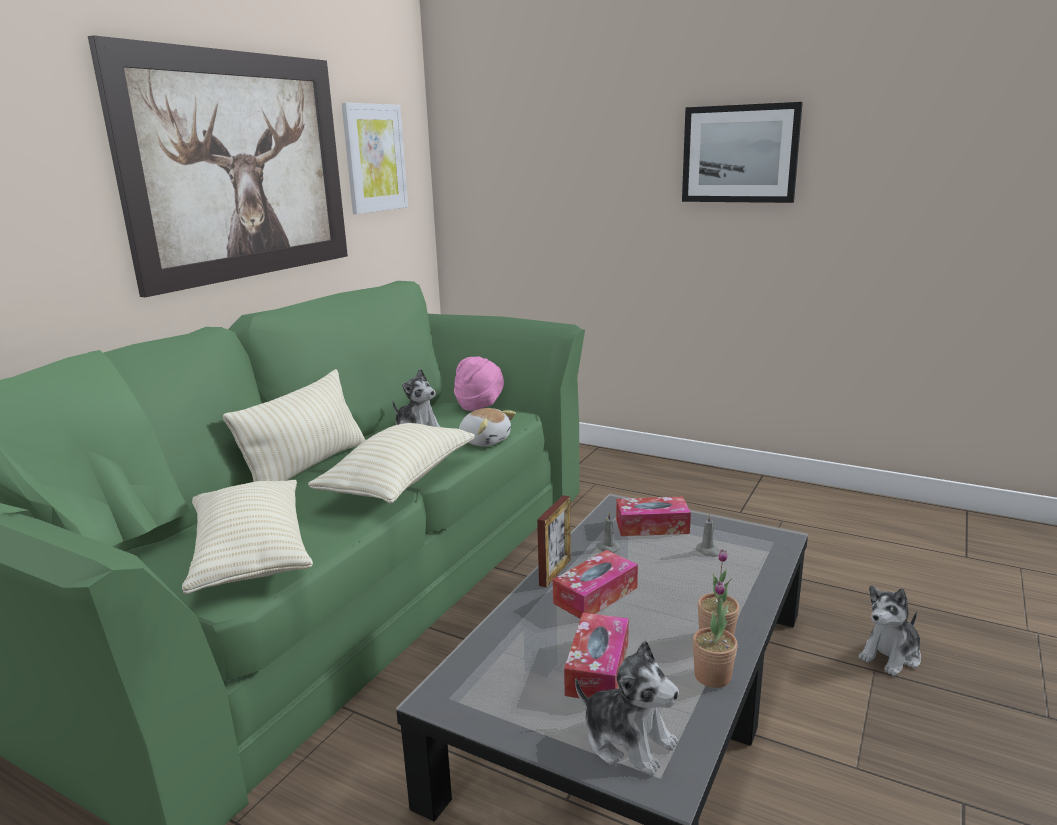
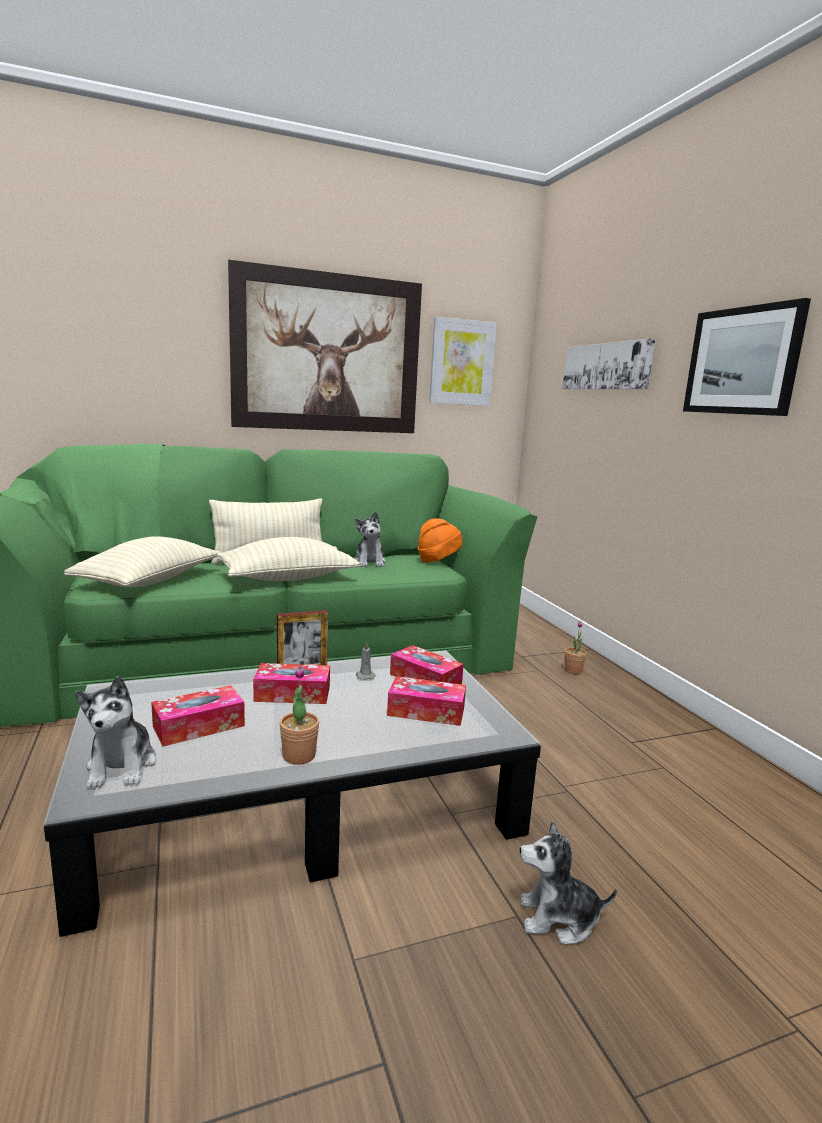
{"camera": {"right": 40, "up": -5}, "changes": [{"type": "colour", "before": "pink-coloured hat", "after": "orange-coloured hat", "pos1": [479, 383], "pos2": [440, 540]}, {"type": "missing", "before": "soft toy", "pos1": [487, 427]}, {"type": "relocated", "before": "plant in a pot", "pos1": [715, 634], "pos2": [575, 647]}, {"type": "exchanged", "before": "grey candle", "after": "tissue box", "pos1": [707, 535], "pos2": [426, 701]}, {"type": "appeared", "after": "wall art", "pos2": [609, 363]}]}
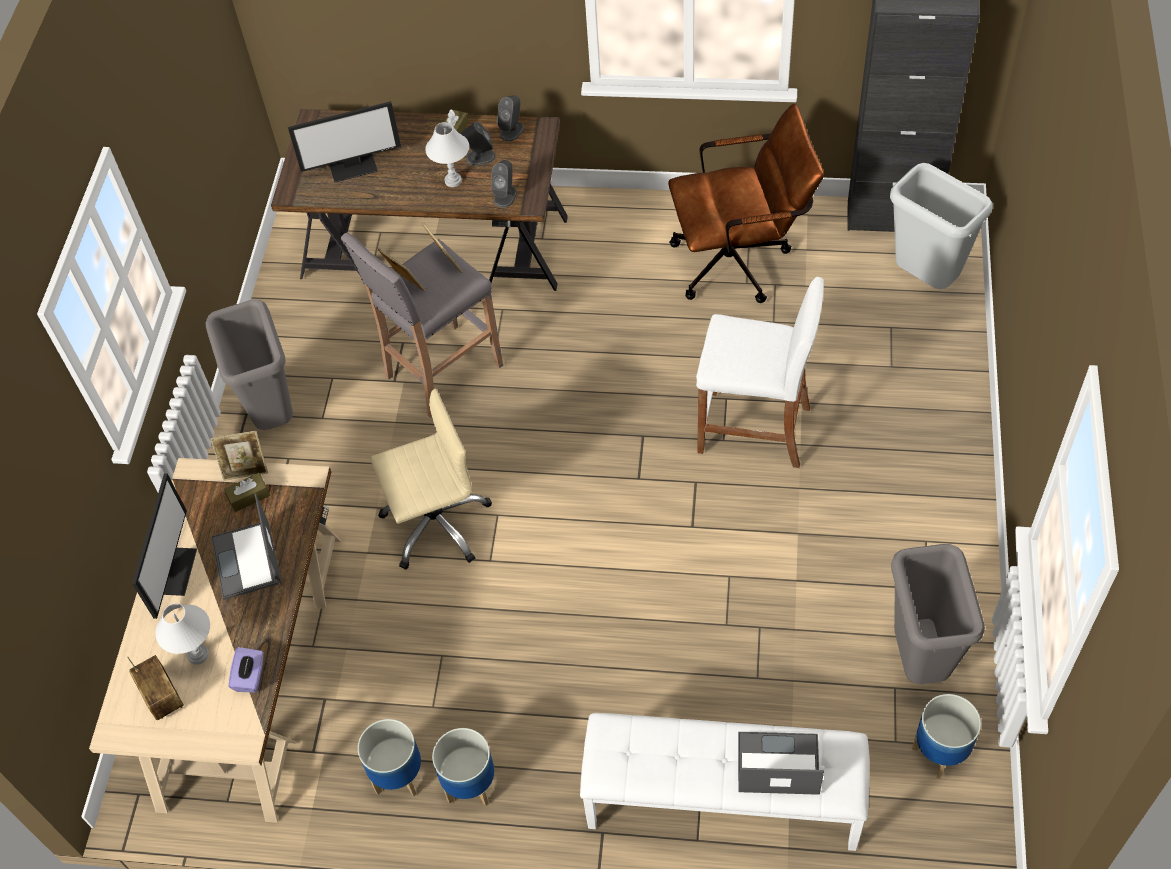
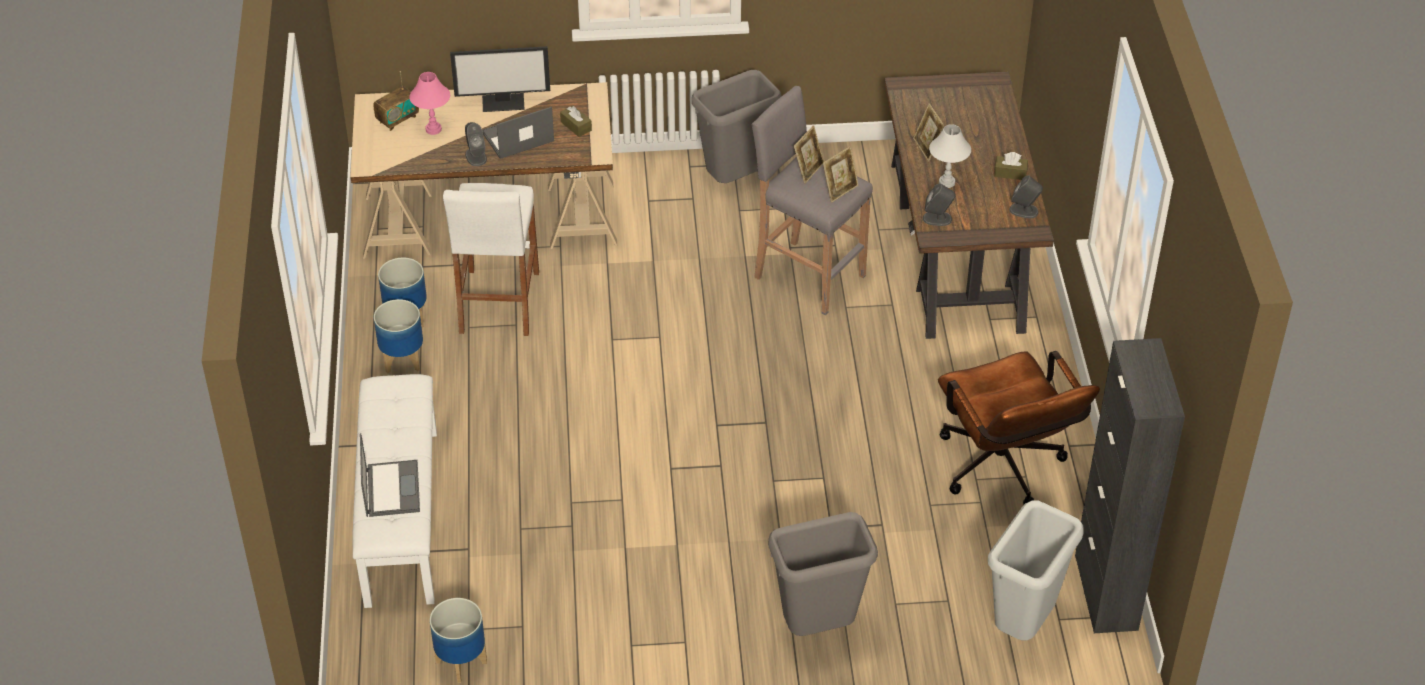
{"camera": {"right": 75, "up": -10}, "changes": [{"type": "colour", "before": "white-coloured tabletop lamp", "after": "pink-coloured tabletop lamp", "pos1": [182, 634], "pos2": [429, 103]}, {"type": "relocated", "before": "picture frame", "pos1": [239, 456], "pos2": [929, 132]}, {"type": "missing", "before": "purple tissue box", "pos1": [246, 670]}, {"type": "missing", "before": "computer display", "pos1": [344, 142]}, {"type": "missing", "before": "sand-coloured desk chair", "pos1": [431, 479]}, {"type": "relocated", "before": "grey audio speaker", "pos1": [478, 143], "pos2": [476, 144]}, {"type": "relocated", "before": "white-coloured sitting stool", "pos1": [760, 372], "pos2": [491, 259]}, {"type": "relocated", "before": "grey trash can", "pos1": [938, 614], "pos2": [823, 574]}]}
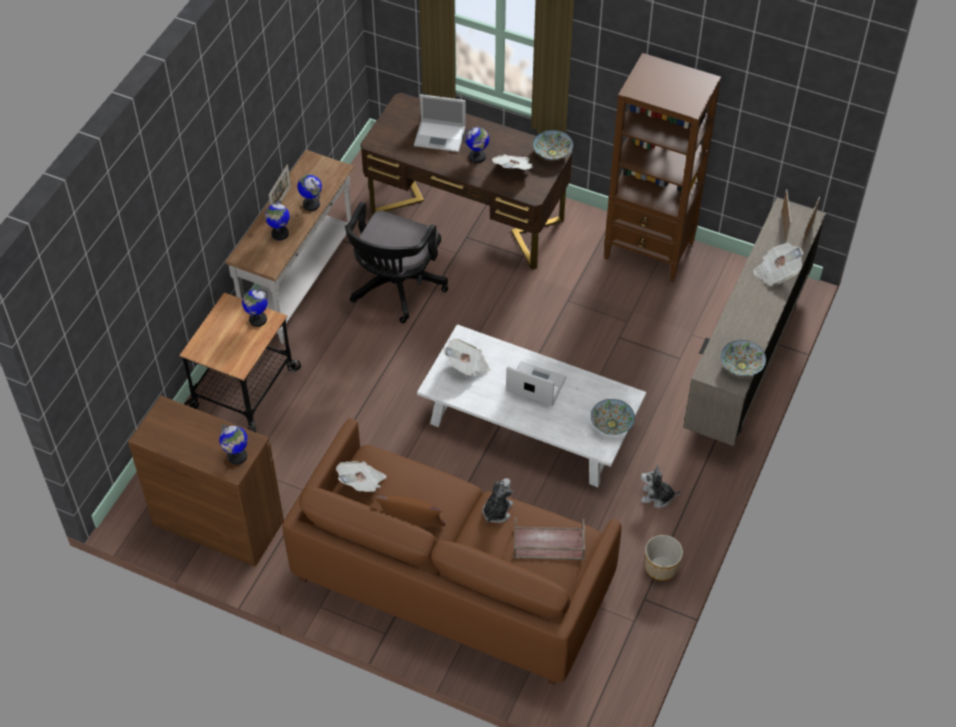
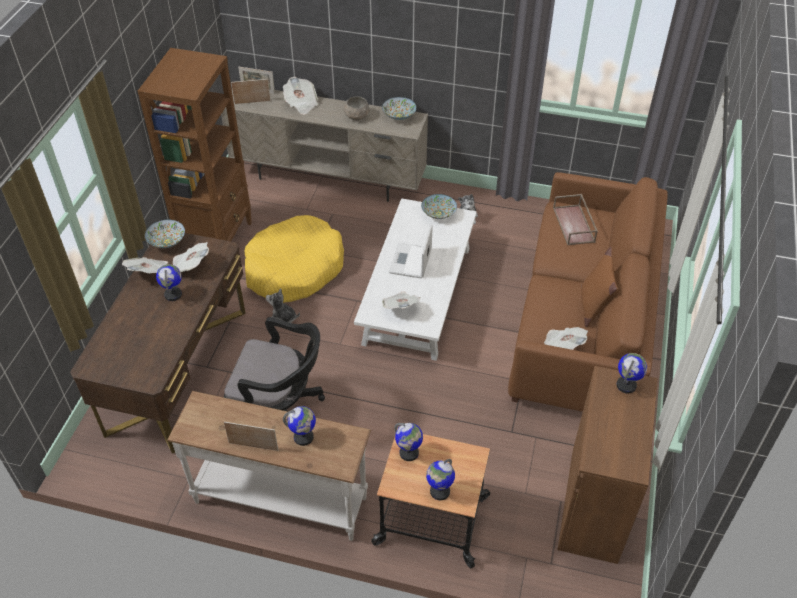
{"camera": {"right": -100, "up": -5}, "changes": [{"type": "relocated", "before": "globe", "pos1": [309, 192], "pos2": [440, 479]}, {"type": "missing", "before": "notebook computer", "pos1": [440, 123]}, {"type": "relocated", "before": "soft toy", "pos1": [498, 500], "pos2": [283, 305]}, {"type": "missing", "before": "planter", "pos1": [664, 558]}, {"type": "appeared", "after": "printed paper", "pos2": [145, 265]}, {"type": "appeared", "after": "yellow dog bed", "pos2": [294, 259]}, {"type": "appeared", "after": "grey deep dish", "pos2": [356, 108]}]}
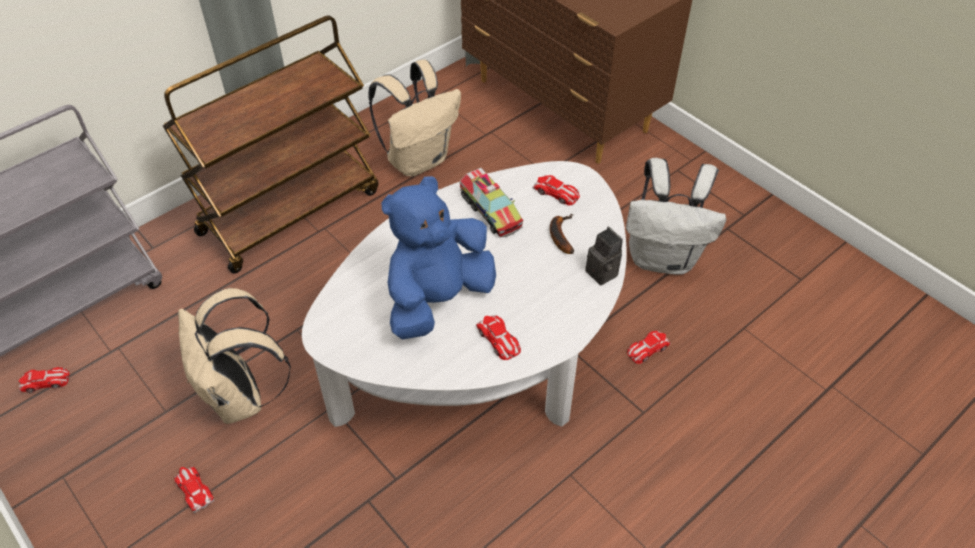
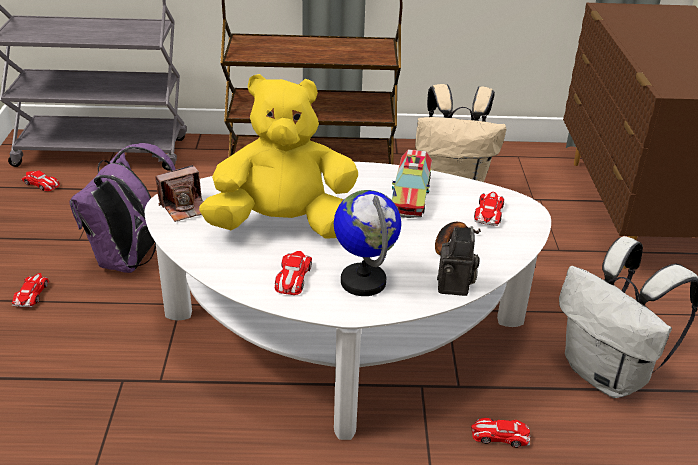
{"camera": {"right": 40, "up": -15}, "changes": [{"type": "colour", "before": "sand-coloured rucksack", "after": "purple rucksack", "pos1": [234, 356], "pos2": [122, 208]}, {"type": "colour", "before": "blue-coloured soft toy", "after": "yellow soft toy", "pos1": [438, 257], "pos2": [278, 156]}, {"type": "spun", "before": "toy car", "pos1": [556, 190], "pos2": [489, 209], "turn": -150}, {"type": "appeared", "after": "still camera", "pos2": [179, 193]}, {"type": "appeared", "after": "globe", "pos2": [367, 243]}]}
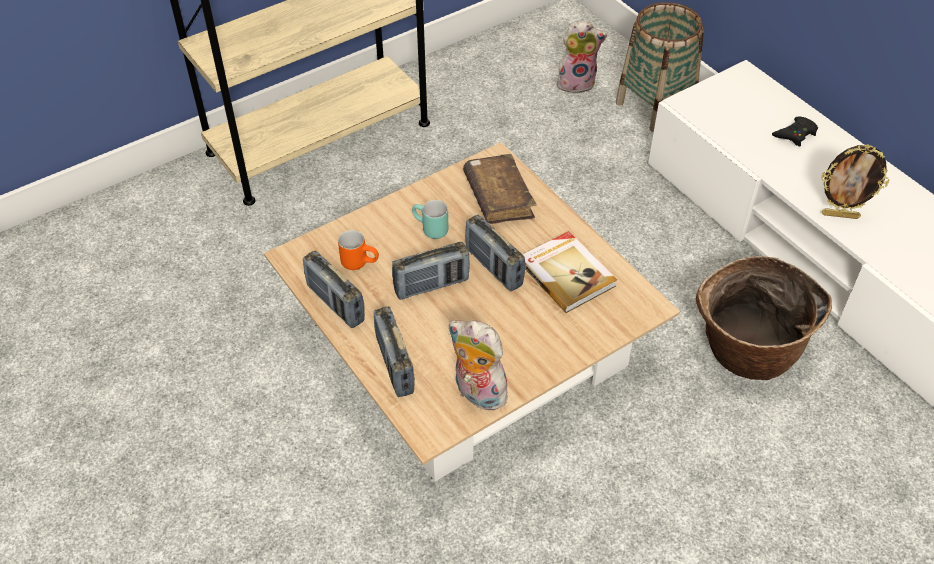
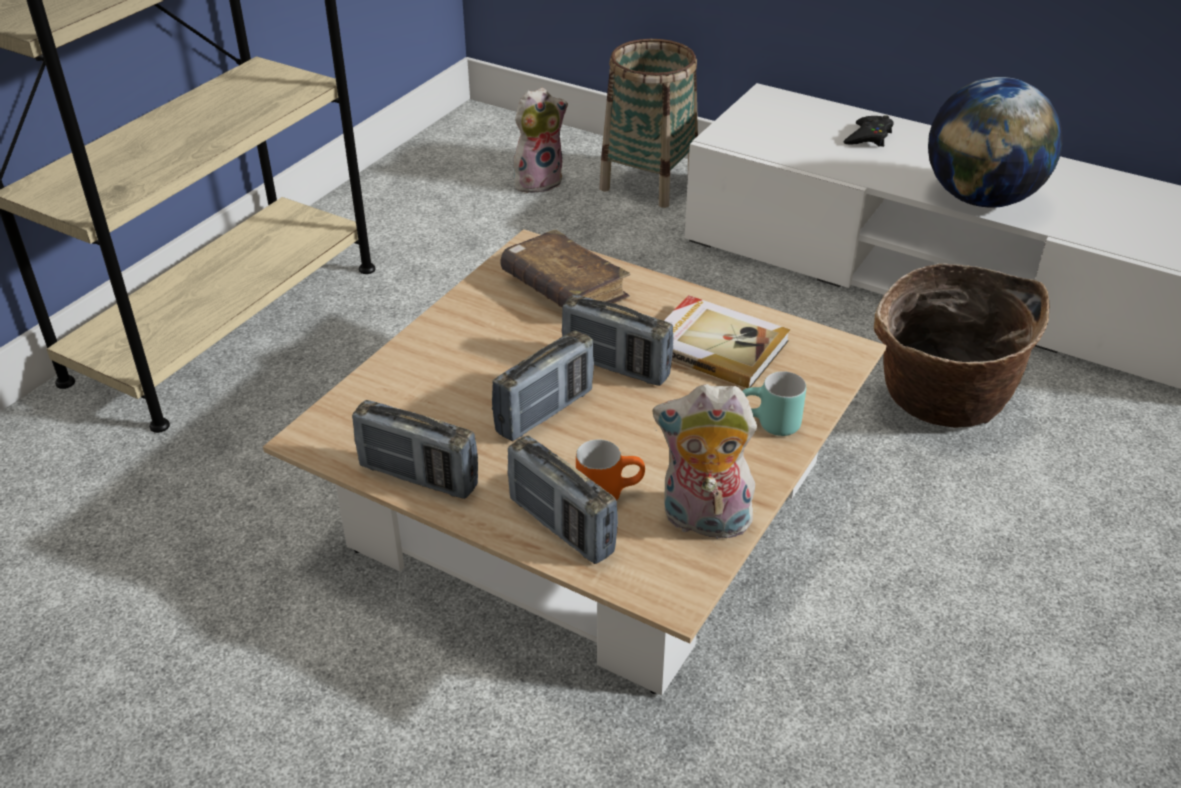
{"camera": {"right": -25, "up": -10}, "changes": [{"type": "relocated", "before": "orange-coloured coffee mug", "pos1": [358, 250], "pos2": [610, 470]}, {"type": "relocated", "before": "blue-green coffee mug", "pos1": [430, 219], "pos2": [774, 403]}, {"type": "exchanged", "before": "picture frame", "after": "globe", "pos1": [855, 181], "pos2": [995, 142]}]}
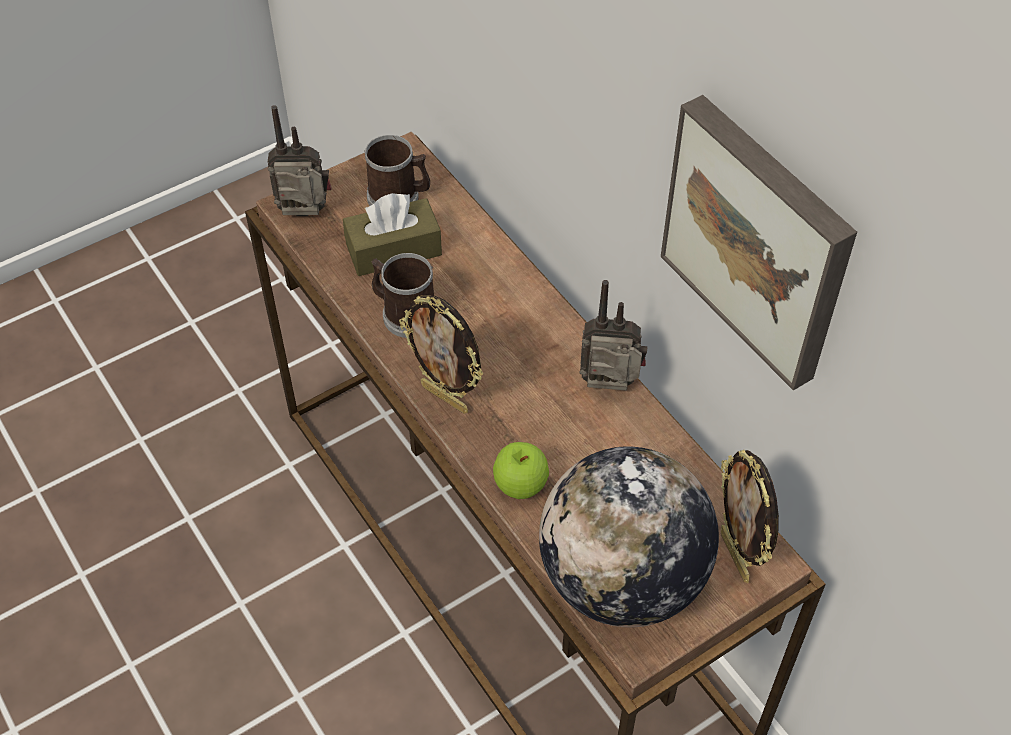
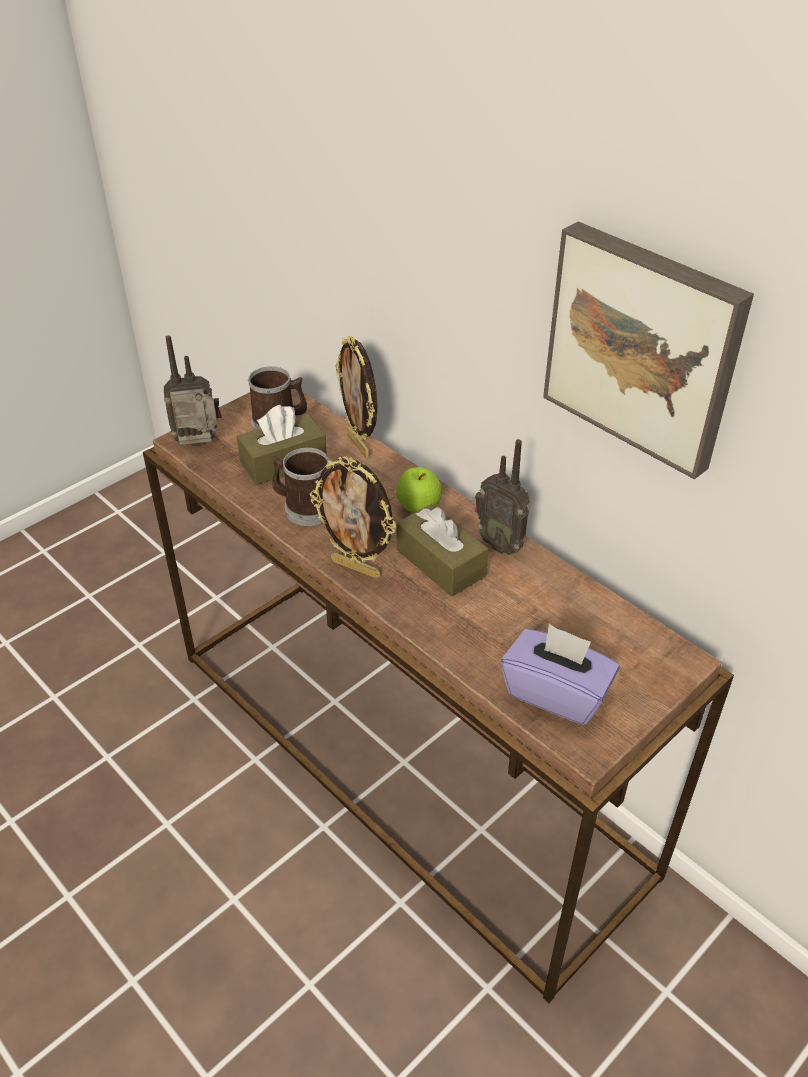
{"camera": {"right": -10, "up": -10}, "changes": [{"type": "relocated", "before": "whole apple", "pos1": [521, 470], "pos2": [419, 490]}, {"type": "exchanged", "before": "globe", "after": "purple tissue box", "pos1": [629, 537], "pos2": [560, 674]}, {"type": "spun", "before": "radio", "pos1": [613, 335], "pos2": [502, 497], "turn": -135}, {"type": "relocated", "before": "picture frame", "pos1": [750, 516], "pos2": [356, 396]}, {"type": "appeared", "after": "brown tissue box", "pos2": [442, 550]}]}
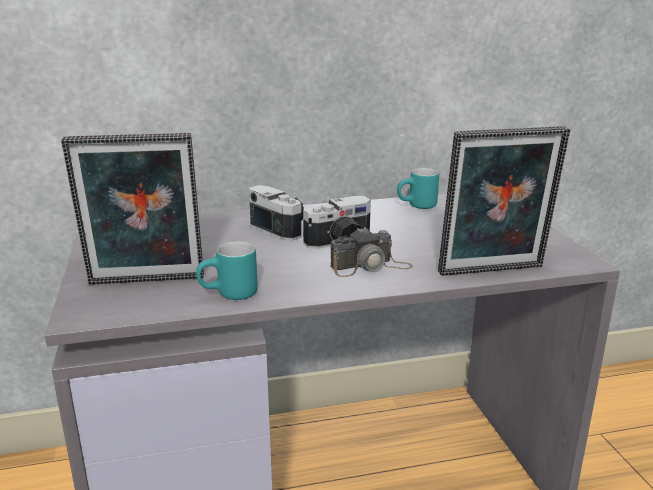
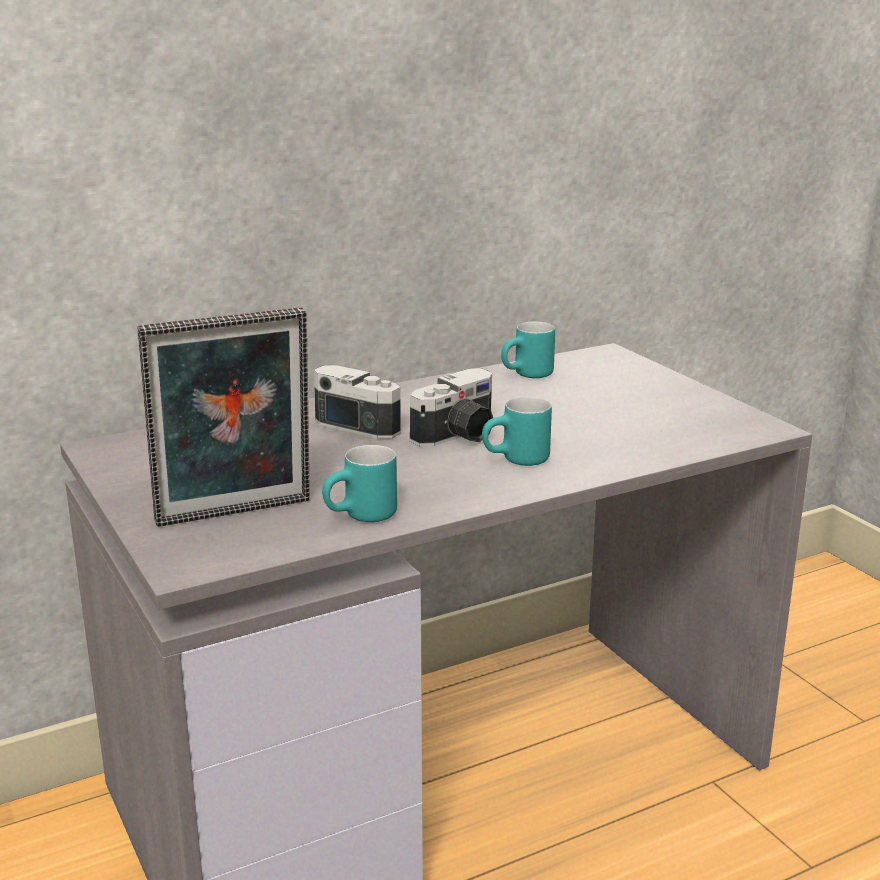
{"camera": {"right": -15, "up": 0}, "changes": [{"type": "exchanged", "before": "still camera", "after": "blue-green coffee mug", "pos1": [371, 252], "pos2": [517, 431]}, {"type": "missing", "before": "picture frame", "pos1": [504, 201]}]}
